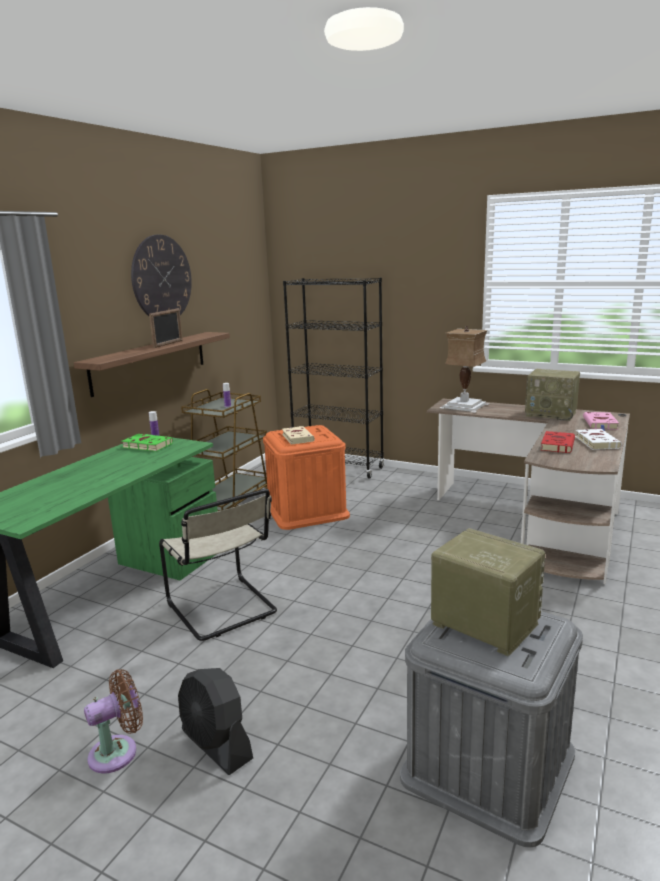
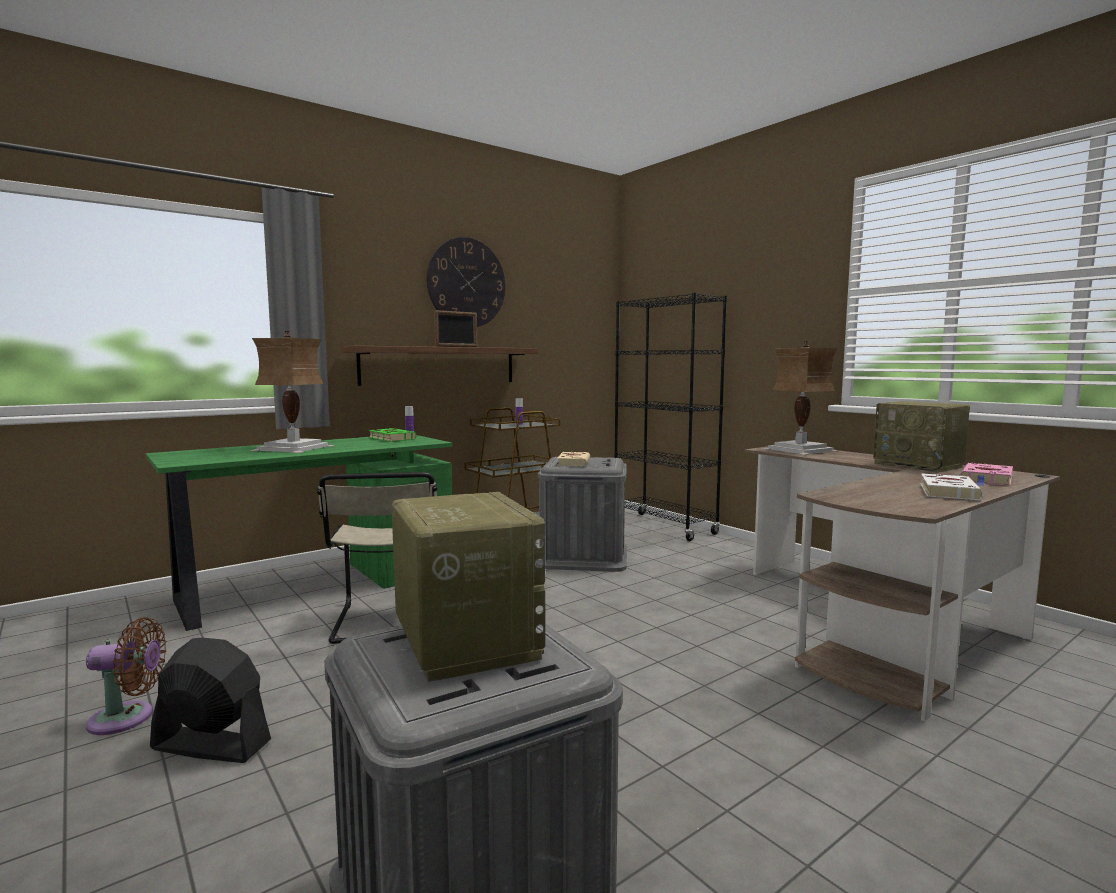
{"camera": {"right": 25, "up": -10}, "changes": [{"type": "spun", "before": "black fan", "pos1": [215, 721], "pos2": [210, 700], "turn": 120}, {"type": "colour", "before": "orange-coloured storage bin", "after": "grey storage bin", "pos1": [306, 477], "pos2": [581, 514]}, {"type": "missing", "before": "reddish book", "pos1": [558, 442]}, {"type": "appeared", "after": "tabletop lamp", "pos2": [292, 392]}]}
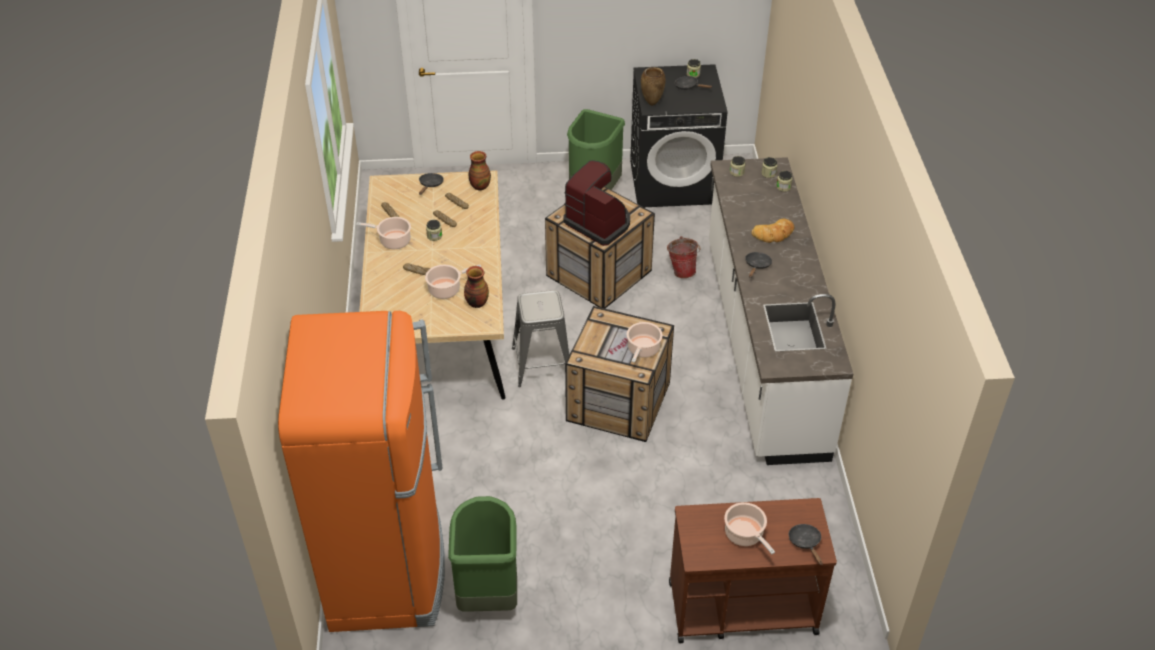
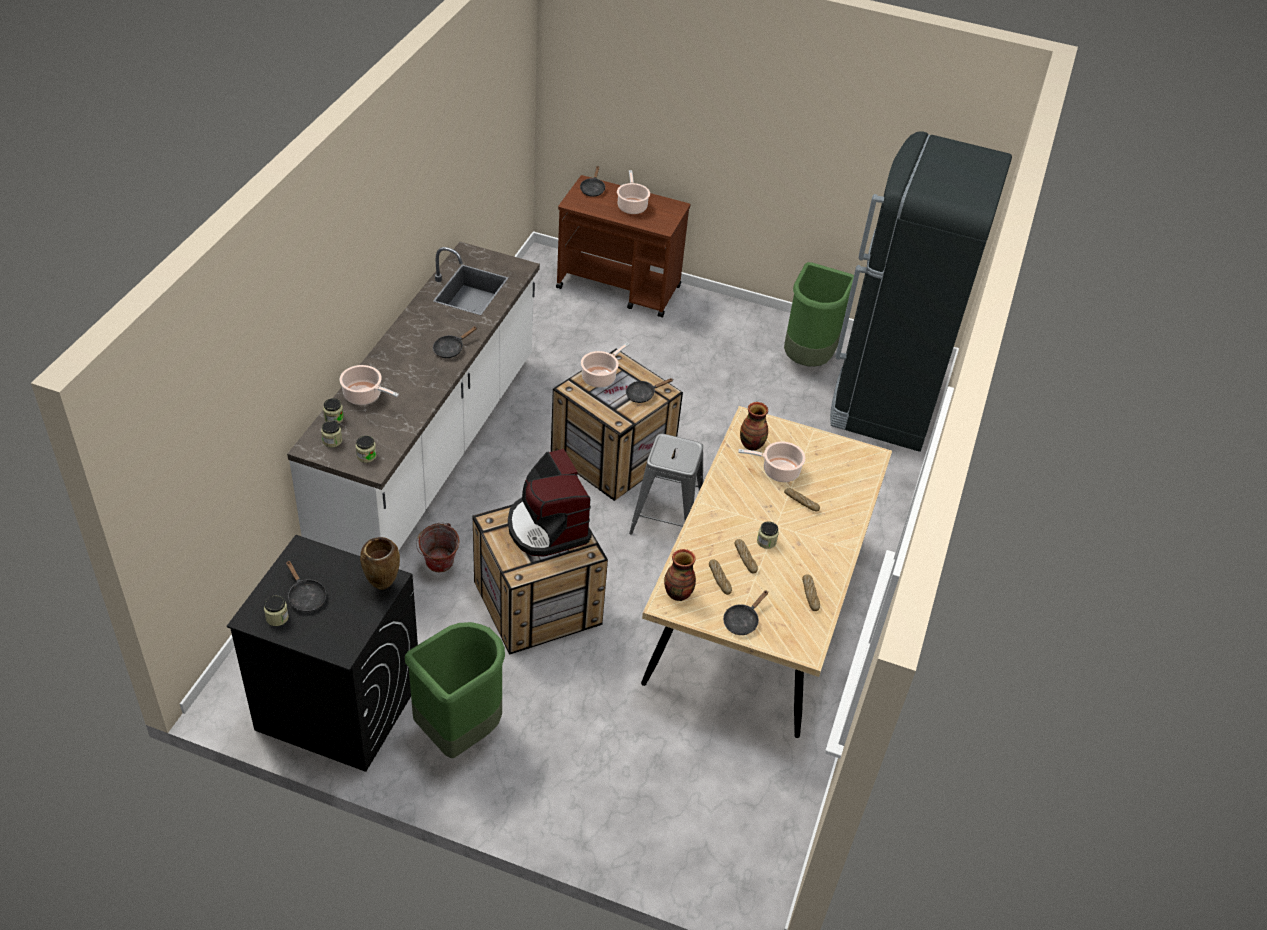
{"camera": {"right": -160, "up": 0}, "changes": [{"type": "colour", "before": "orange-coloured fridge", "after": "black fridge", "pos1": [361, 471], "pos2": [921, 291]}, {"type": "relocated", "before": "cooking pot", "pos1": [383, 233], "pos2": [369, 385]}, {"type": "missing", "before": "bakery bread", "pos1": [773, 231]}, {"type": "appeared", "after": "black pan", "pos2": [649, 390]}]}
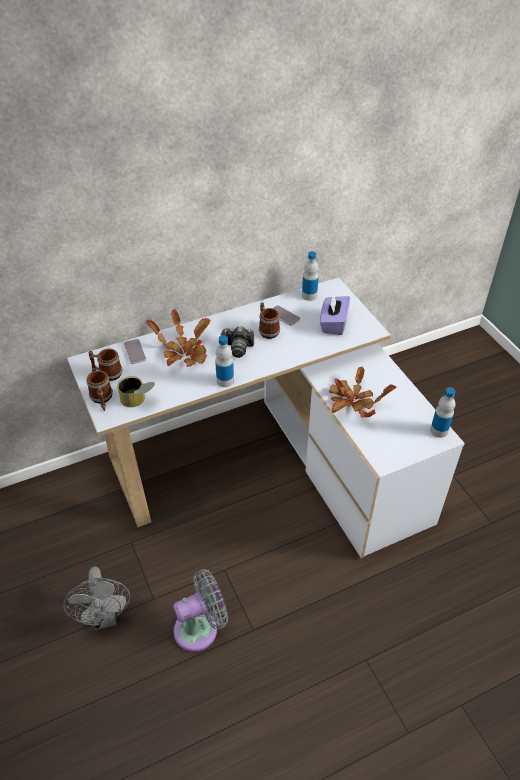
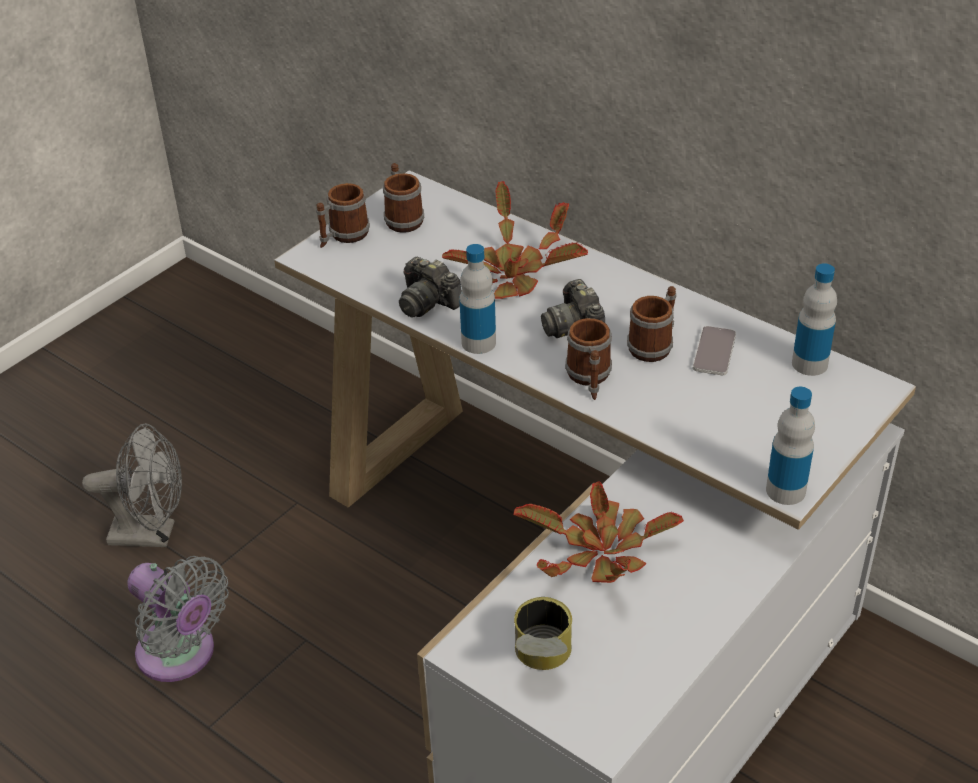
{"camera": {"right": 65, "up": -5}, "changes": [{"type": "spun", "before": "grey fan", "pos1": [96, 598], "pos2": [132, 485], "turn": -135}, {"type": "relocated", "before": "metal can", "pos1": [136, 391], "pos2": [543, 633]}, {"type": "missing", "before": "handset", "pos1": [135, 351]}, {"type": "missing", "before": "purple tissue box", "pos1": [335, 314]}, {"type": "relocated", "before": "beverage bottle", "pos1": [442, 412], "pos2": [790, 446]}, {"type": "appeared", "after": "still camera", "pos2": [430, 287]}, {"type": "appeared", "after": "coffee mug", "pos2": [588, 359]}]}
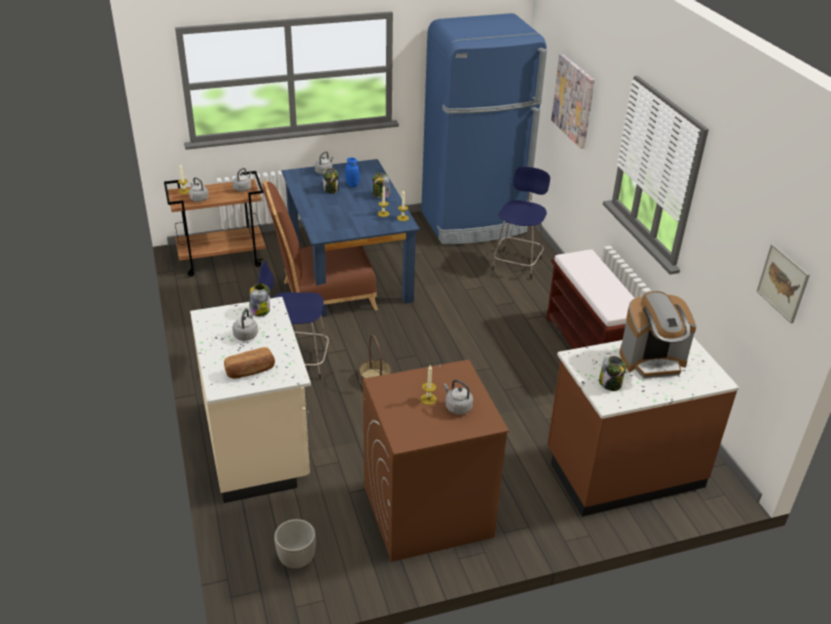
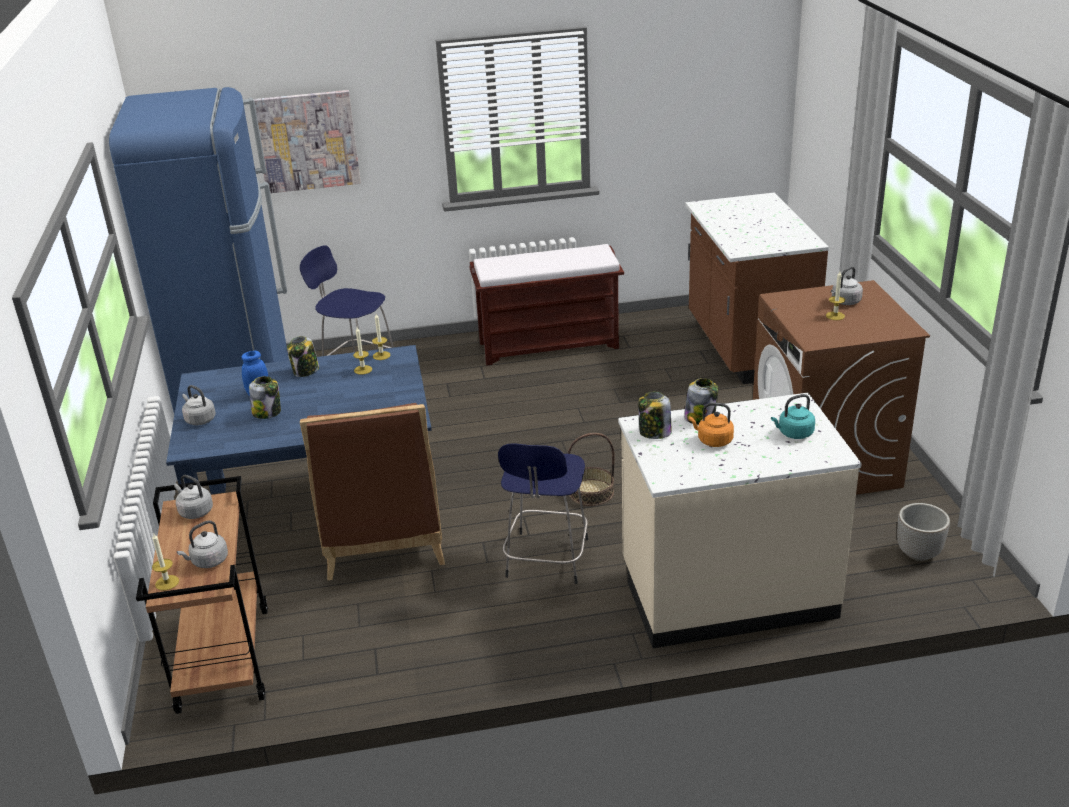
{"camera": {"right": -80, "up": -5}, "changes": [{"type": "exchanged", "before": "bakery bread", "after": "blue-green tea kettle", "pos1": [249, 363], "pos2": [793, 416]}, {"type": "colour", "before": "grey tea kettle", "after": "orange-coloured tea kettle", "pos1": [245, 325], "pos2": [711, 425]}, {"type": "relocated", "before": "preserve jar", "pos1": [612, 373], "pos2": [701, 401]}, {"type": "missing", "before": "coffee maker", "pos1": [658, 334]}, {"type": "missing", "before": "wall art", "pos1": [783, 283]}]}
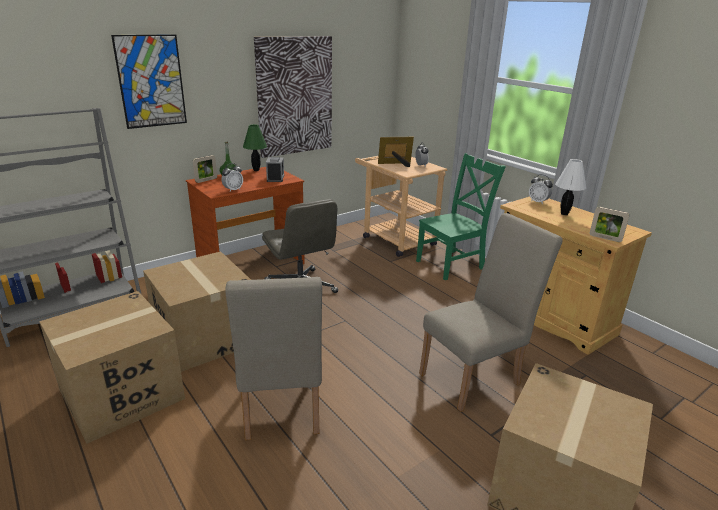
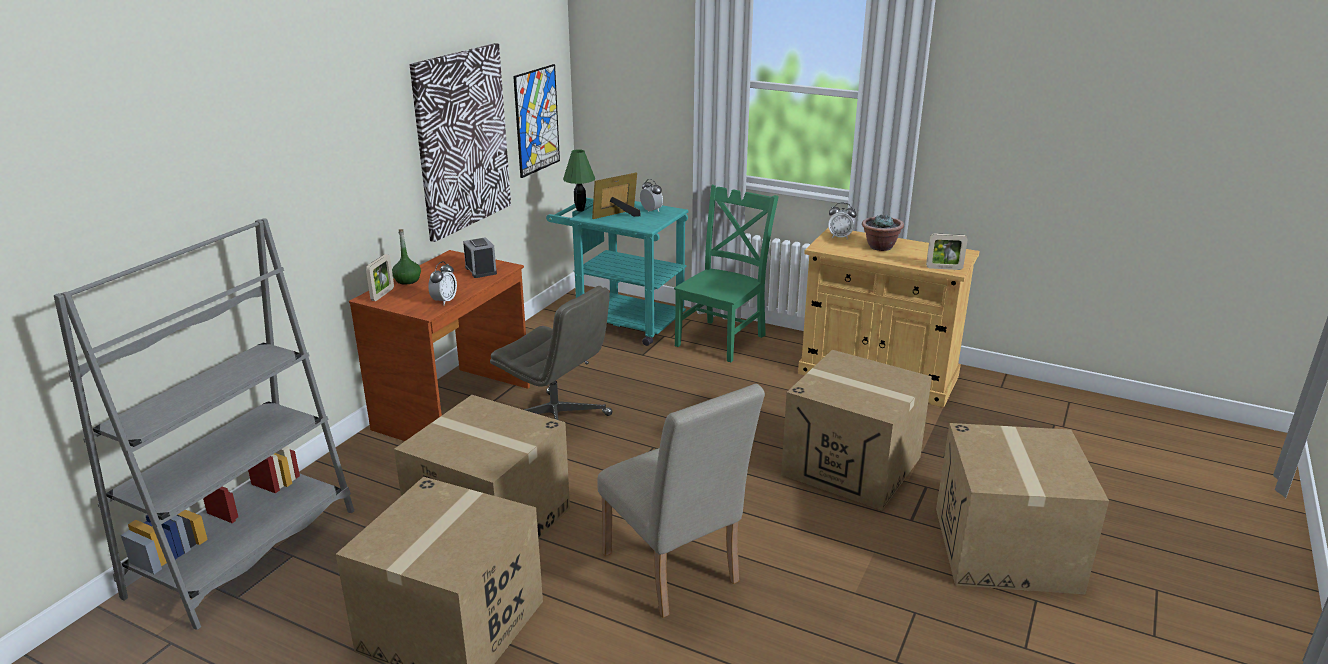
{"camera": {"right": -25, "up": 0}, "changes": [{"type": "relocated", "before": "wall art", "pos1": [149, 81], "pos2": [536, 121]}, {"type": "relocated", "before": "green-coloured tabletop lamp", "pos1": [255, 147], "pos2": [579, 180]}, {"type": "colour", "before": "sand-coloured cart", "after": "blue-green cart", "pos1": [401, 206], "pos2": [617, 272]}, {"type": "exchanged", "before": "sand-coloured chair", "after": "cardboard box", "pos1": [491, 312], "pos2": [856, 430]}, {"type": "exchanged", "before": "white-coloured tabletop lamp", "after": "plant in a pot", "pos1": [570, 187], "pos2": [883, 232]}]}
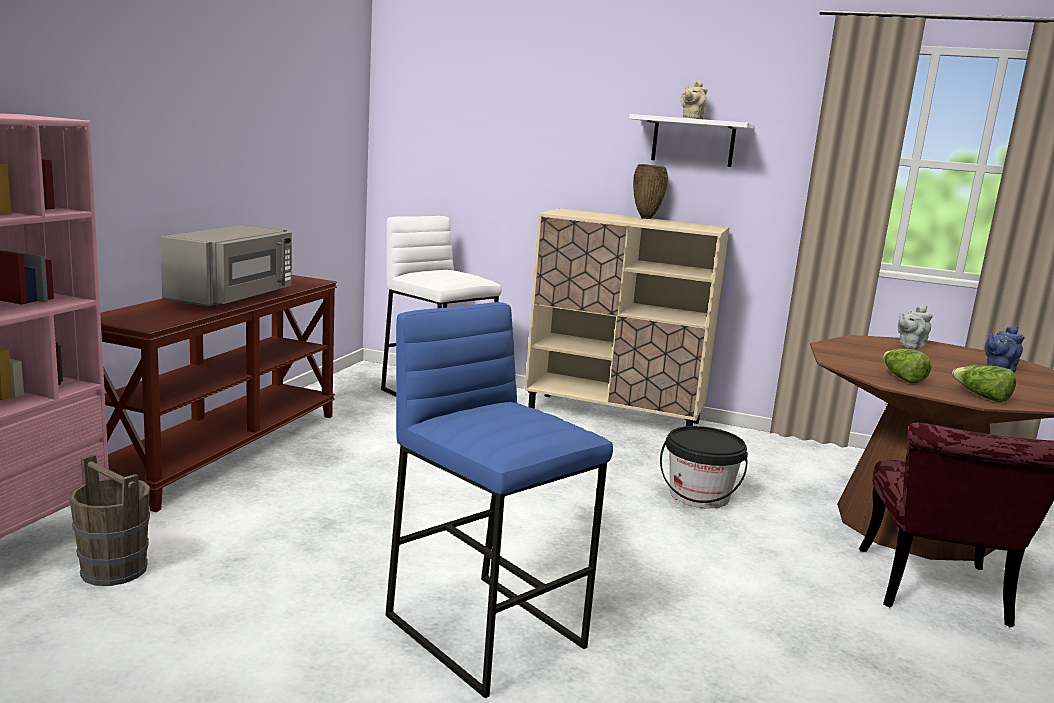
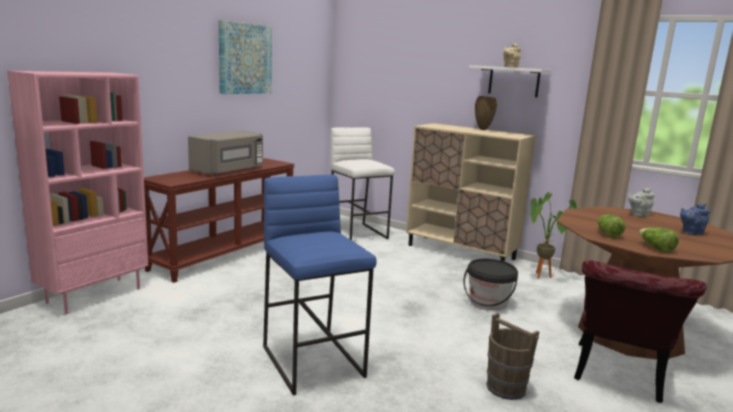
{"camera": {"right": 15, "up": 0}, "changes": [{"type": "relocated", "before": "brown bucket", "pos1": [109, 520], "pos2": [512, 356]}, {"type": "appeared", "after": "wall art", "pos2": [245, 57]}, {"type": "appeared", "after": "plant in a pot", "pos2": [553, 235]}]}
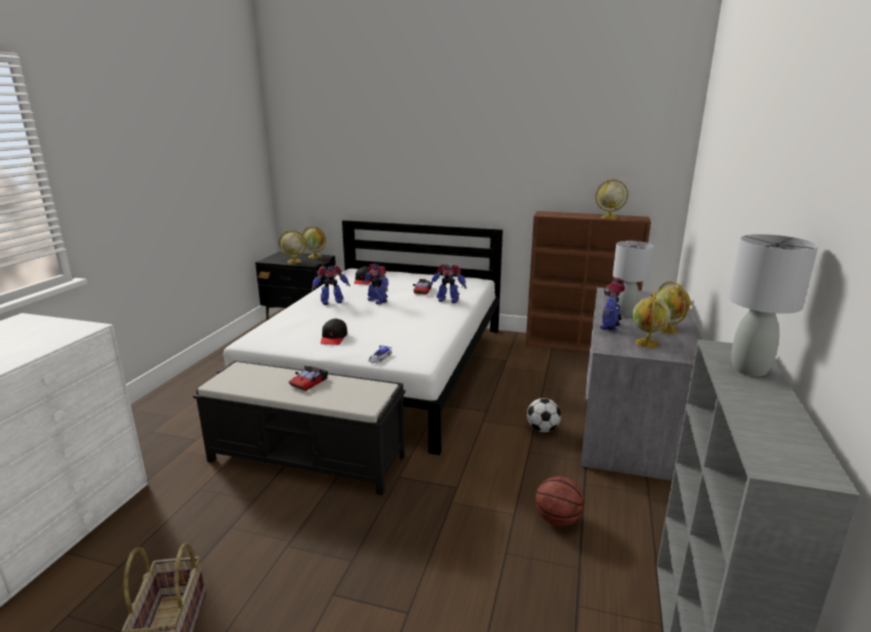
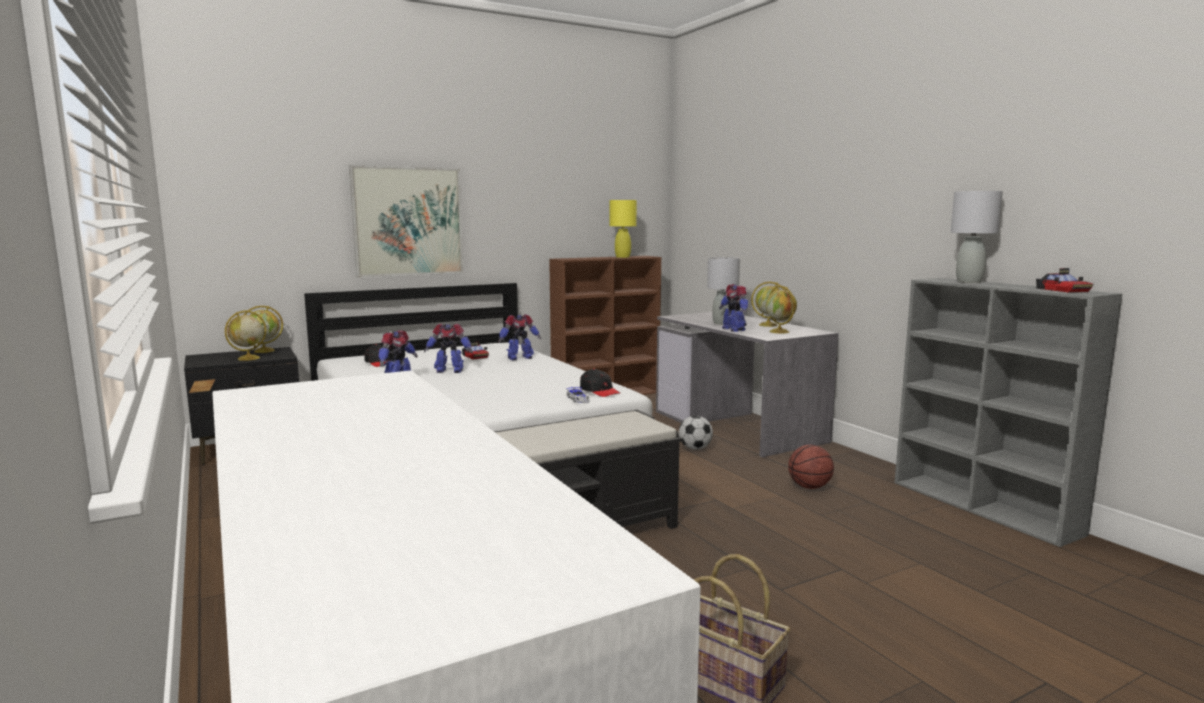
{"camera": {"right": -45, "up": -10}, "changes": [{"type": "relocated", "before": "toy car", "pos1": [308, 378], "pos2": [1064, 280]}, {"type": "relocated", "before": "black baseball cap", "pos1": [334, 331], "pos2": [600, 383]}, {"type": "exchanged", "before": "globe", "after": "yellow tabletop lamp", "pos1": [611, 199], "pos2": [623, 229]}, {"type": "appeared", "after": "wall art", "pos2": [406, 221]}]}
